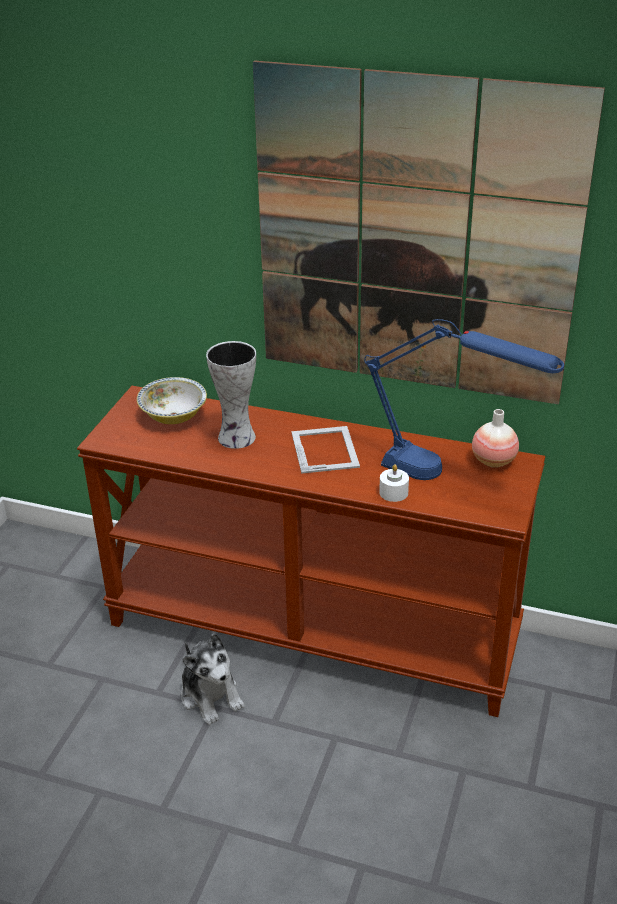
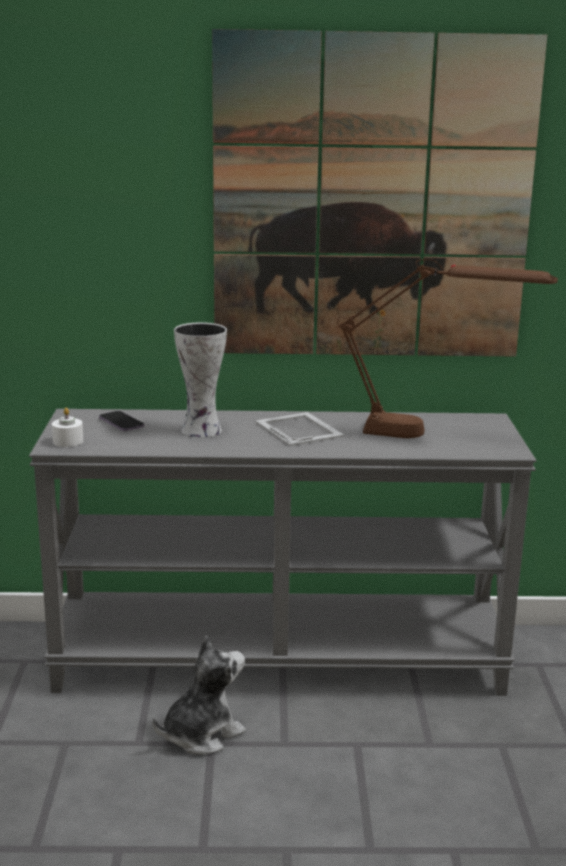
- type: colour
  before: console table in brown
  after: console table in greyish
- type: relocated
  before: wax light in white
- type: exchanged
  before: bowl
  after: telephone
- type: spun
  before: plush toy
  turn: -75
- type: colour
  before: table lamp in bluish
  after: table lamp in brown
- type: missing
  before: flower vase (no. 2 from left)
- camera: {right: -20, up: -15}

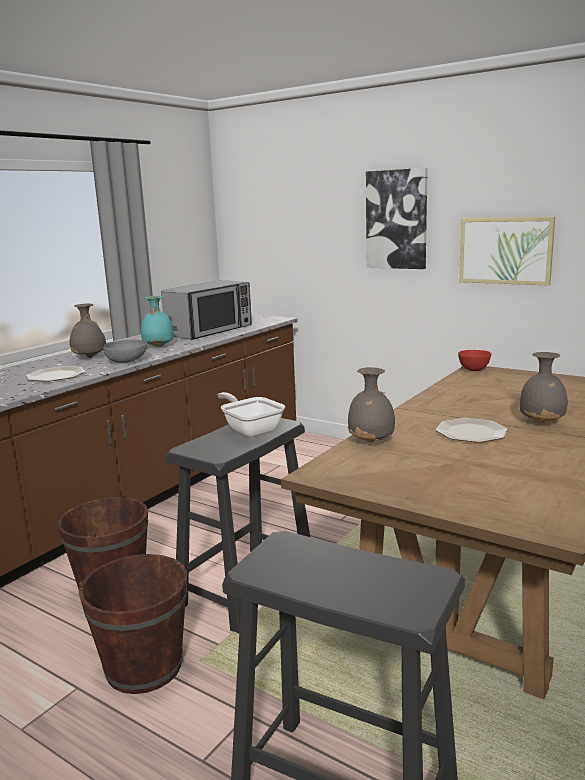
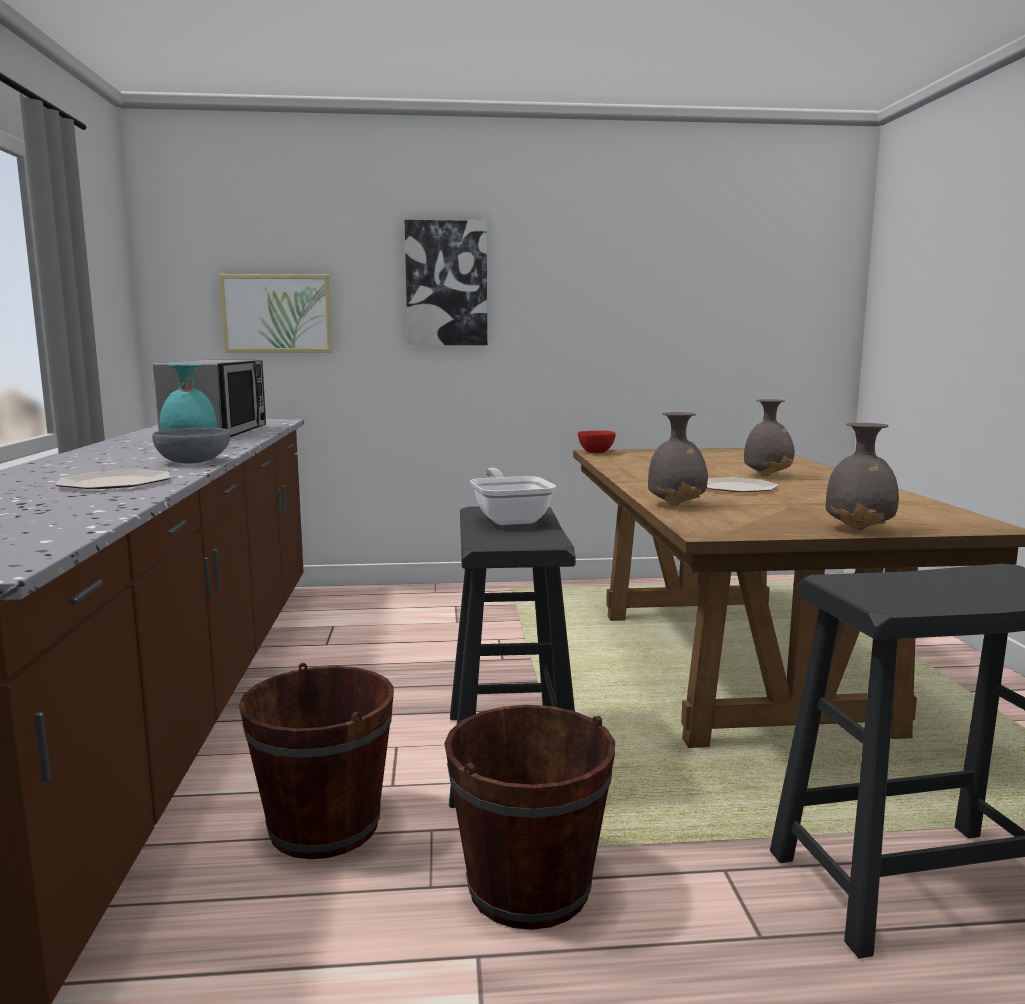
- type: relocated
  before: wall picture (no. 2 from left in the first image)
  after: wall picture (no. 1 from left)
- type: spun
  before: pan
  turn: 60
- type: relocated
  before: flower vase in greyish (no. 1 from left in the first image)
  after: flower vase in greyish (no. 3 from left)
- camera: {right: -40, up: -5}

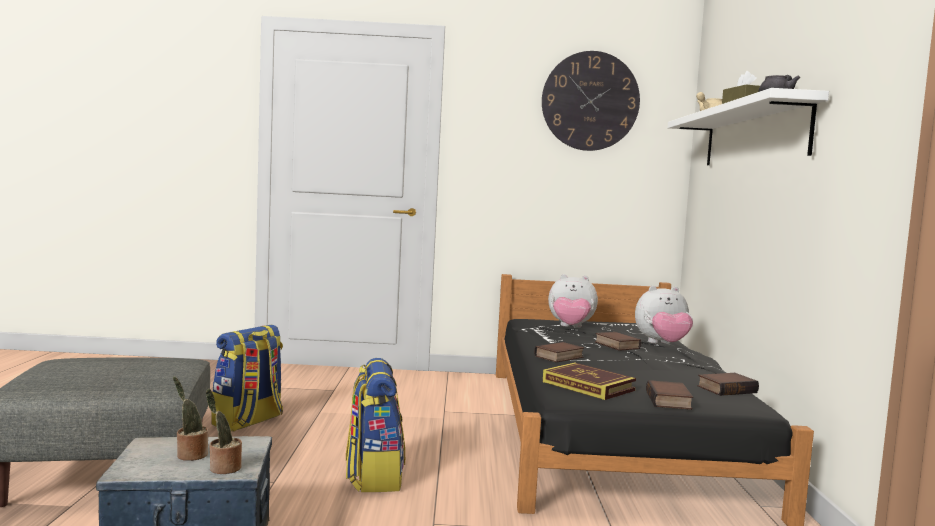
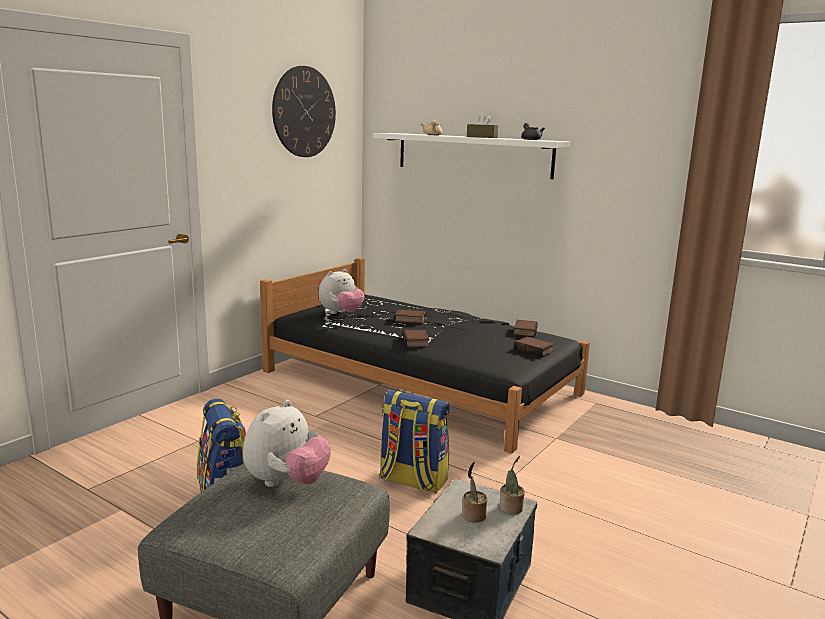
- type: relocated
  before: plush toy (no. 2 from left in the first image)
  after: plush toy (no. 1 from left)
- type: missing
  before: book (no. 2 from left)
- camera: {right: -55, up: 10}

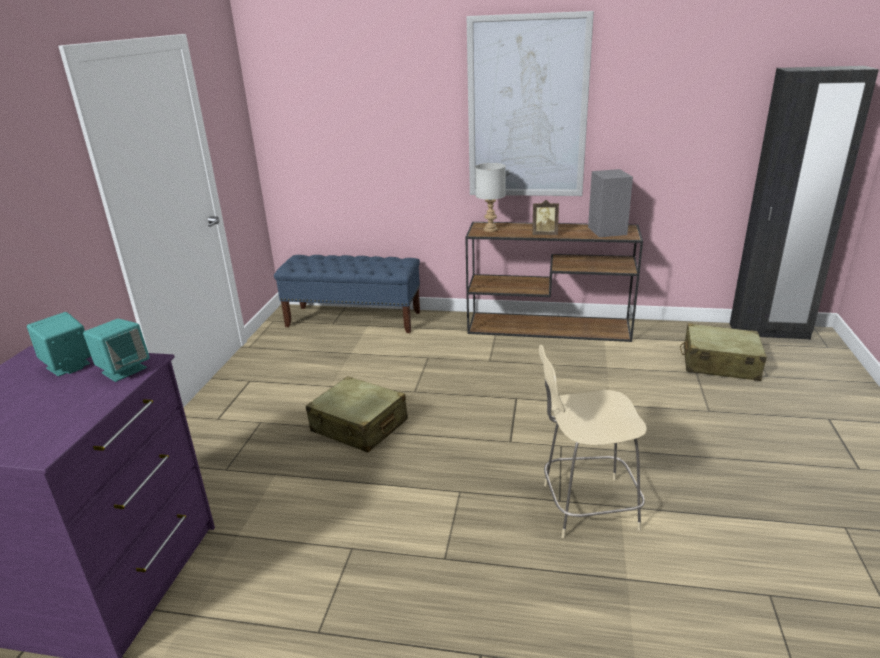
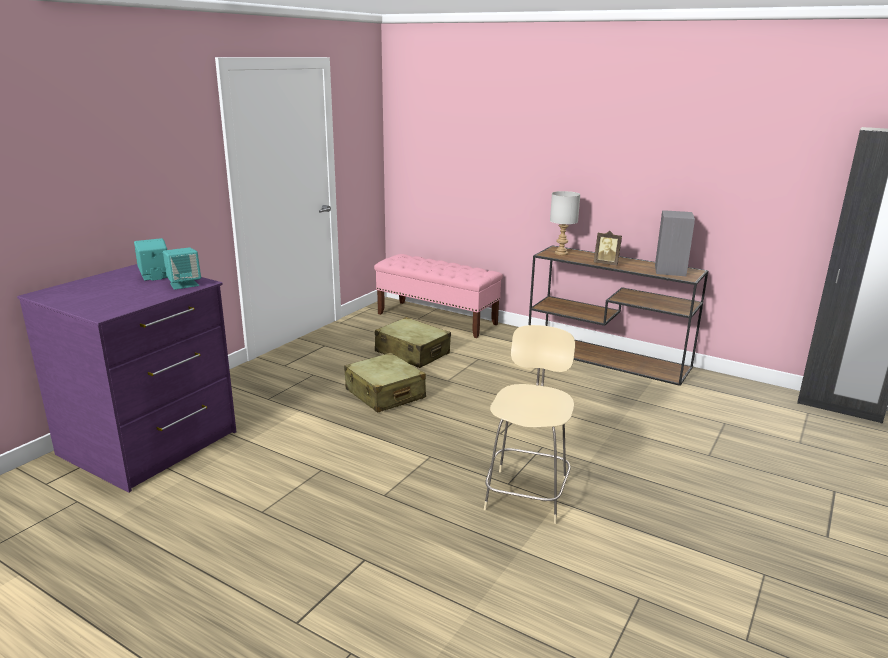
- type: colour
  before: bench in bluish
  after: bench in pinkish
- type: relocated
  before: suitcase in beige (no. 2 from left)
- type: spun
  before: upright chair in beige
  turn: 90
- type: missing
  before: wall picture
- camera: {right: 20, up: -5}

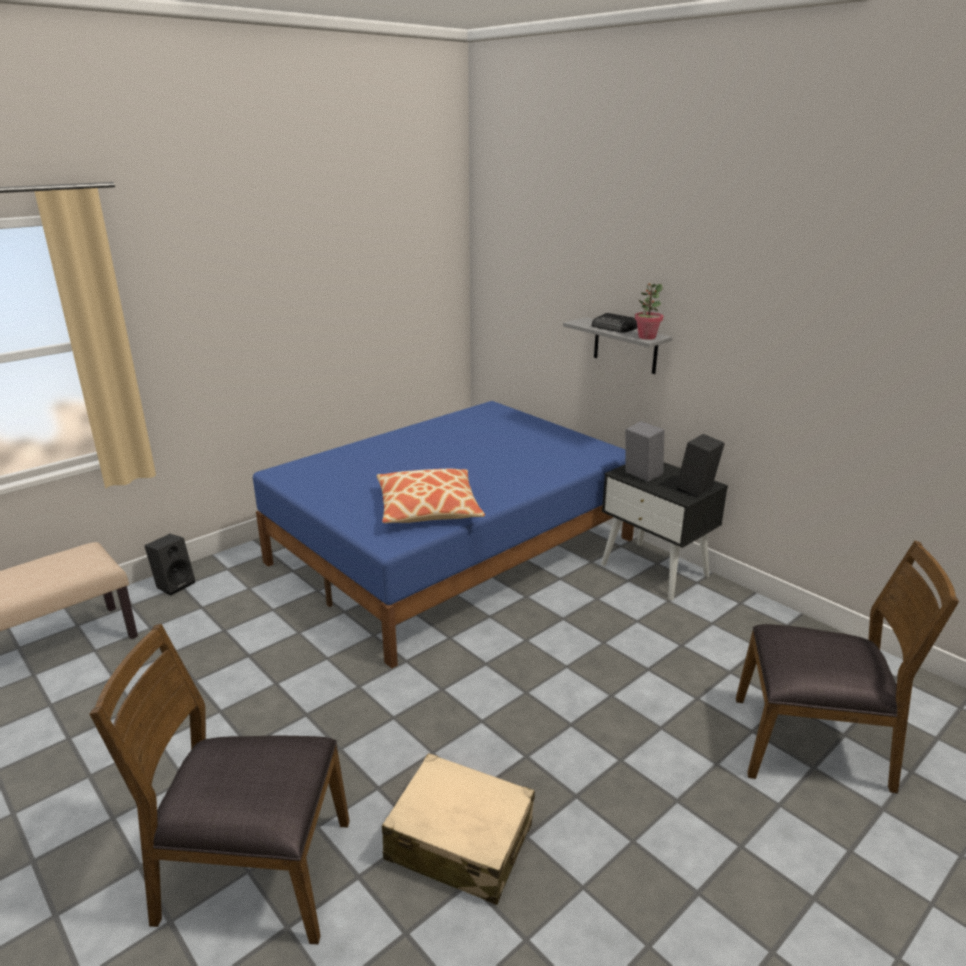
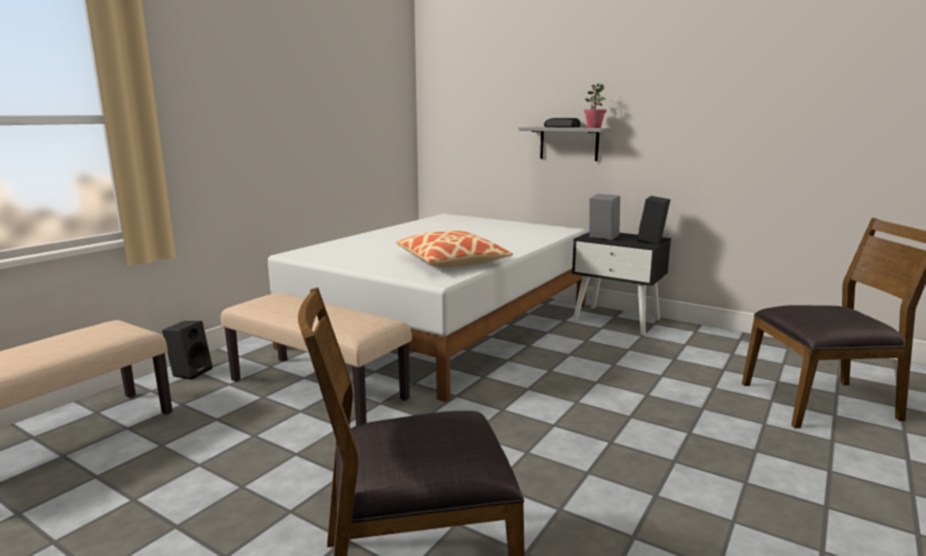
- type: appeared
  after: bench in beige (no. 2 from left)
- type: colour
  before: bed in bluish
  after: bed in white
- type: missing
  before: suitcase in beige
- camera: {right: -15, up: -10}

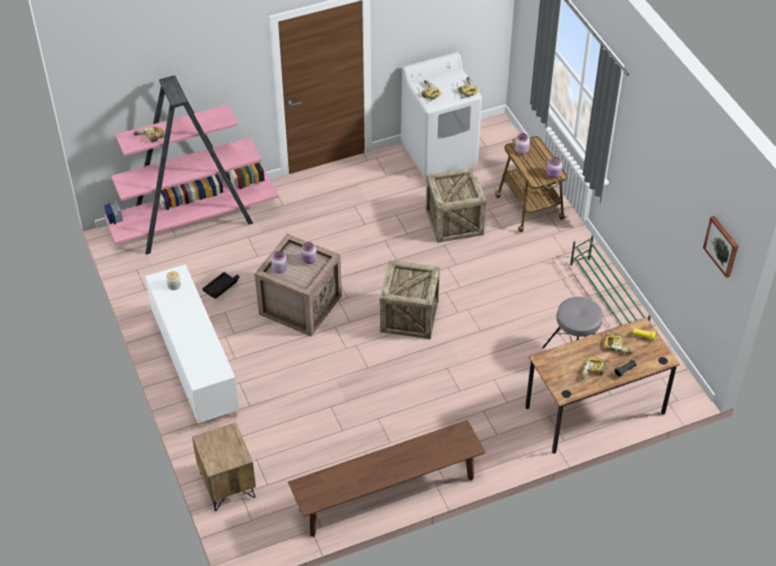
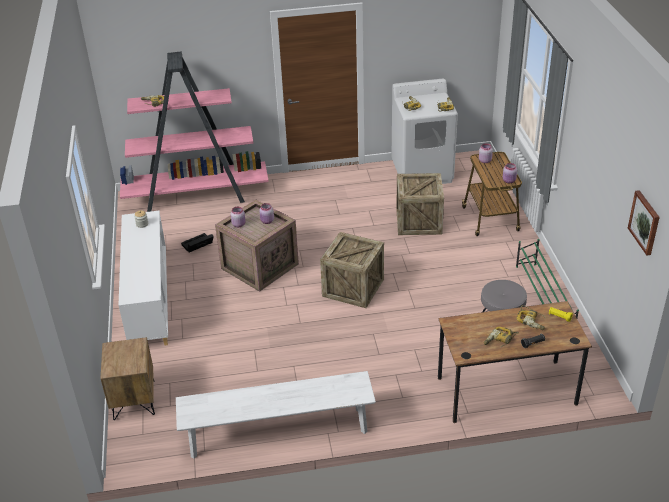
- type: colour
  before: bench in brown
  after: bench in white
- camera: {right: 15, up: -10}

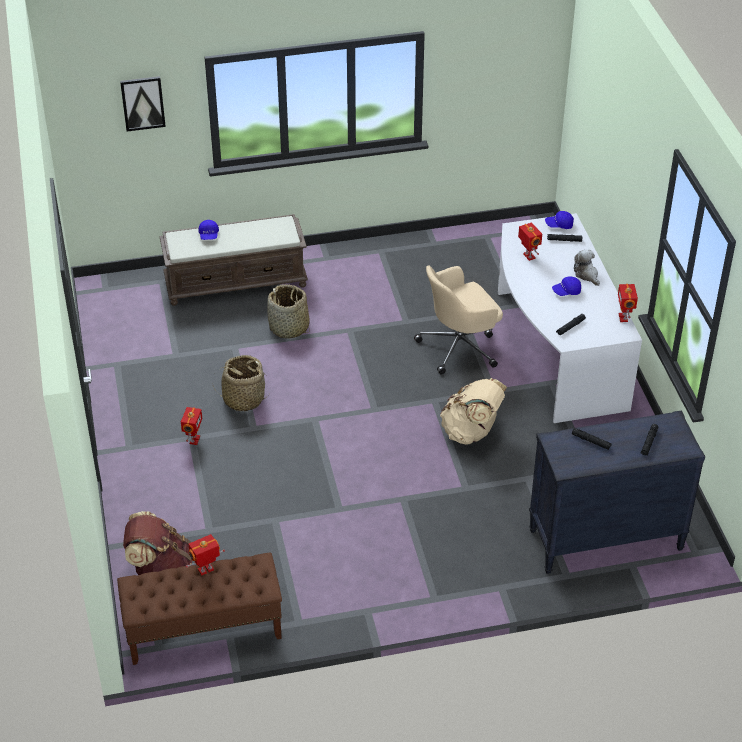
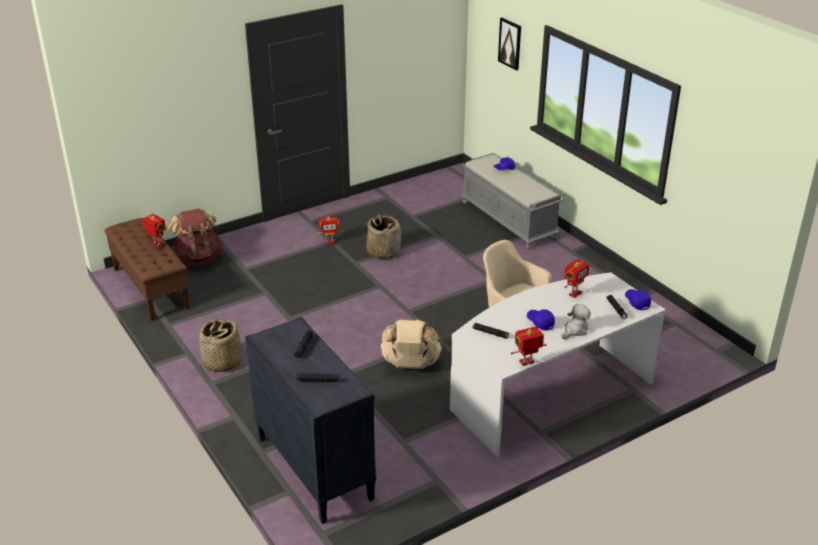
- type: relocated
  before: household basket (no. 2 from left in the first image)
  after: household basket (no. 1 from left)
- type: colour
  before: bench in brown (no. 2 from left)
  after: bench in greyish
- camera: {right: 70, up: -10}

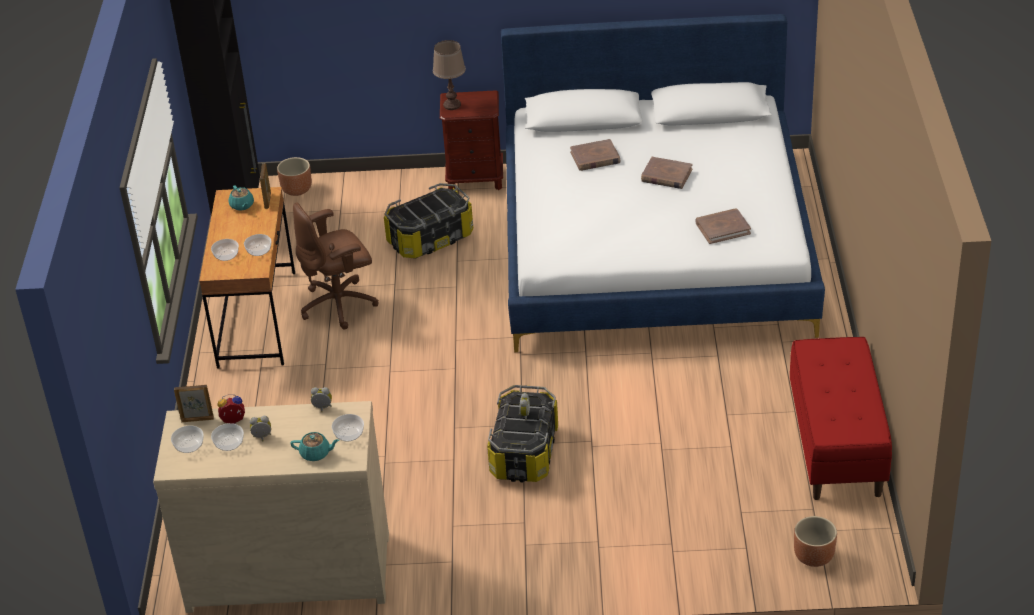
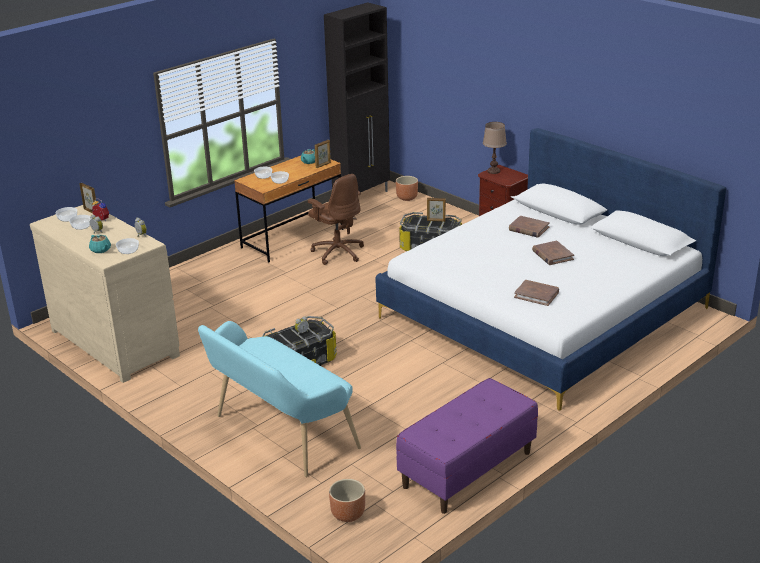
- type: appeared
  after: bench in turquoise
- type: spun
  before: desk chair in brown
  turn: -150
- type: colour
  before: bench in reddish
  after: bench in purple
- type: appeared
  after: picture frame (no. 3 from left)
- camera: {right: 45, up: -10}

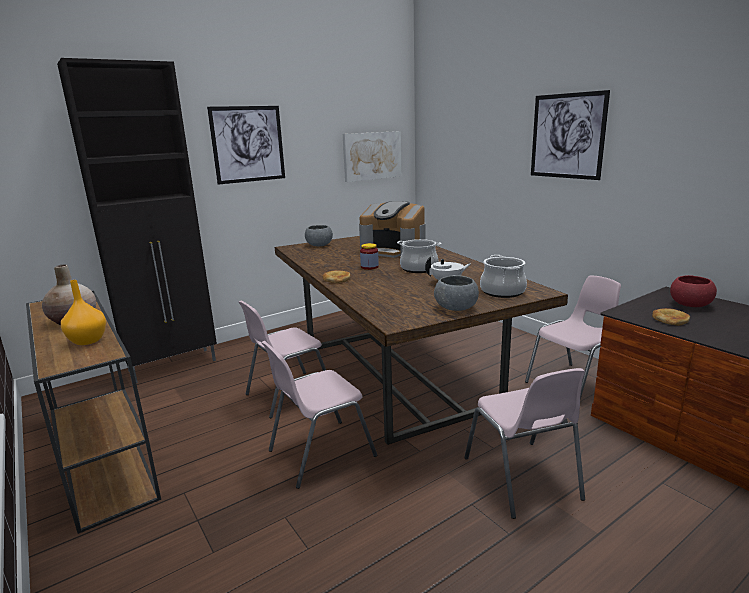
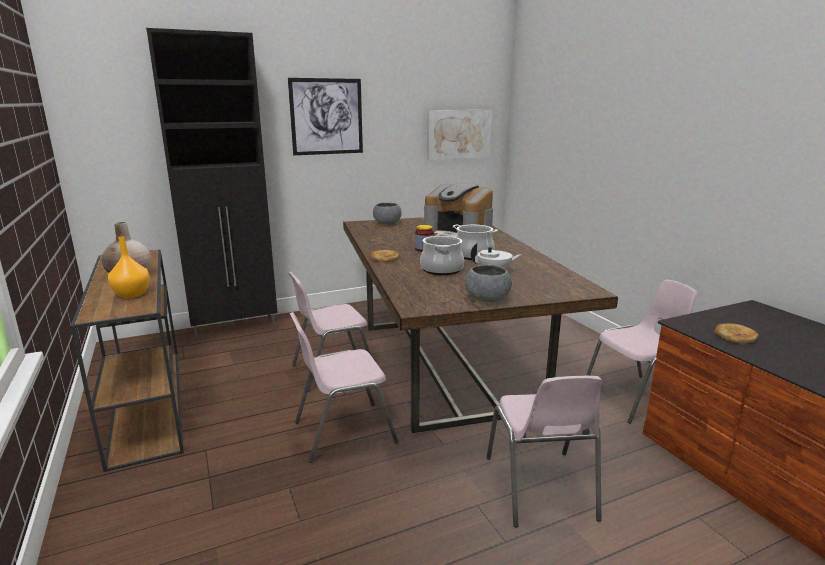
- type: relocated
  before: stockpot (no. 2 from left in the first image)
  after: stockpot (no. 1 from left)
- type: missing
  before: wall picture (no. 3 from left)
- type: missing
  before: bowl in reddish
- camera: {right: 10, up: 0}

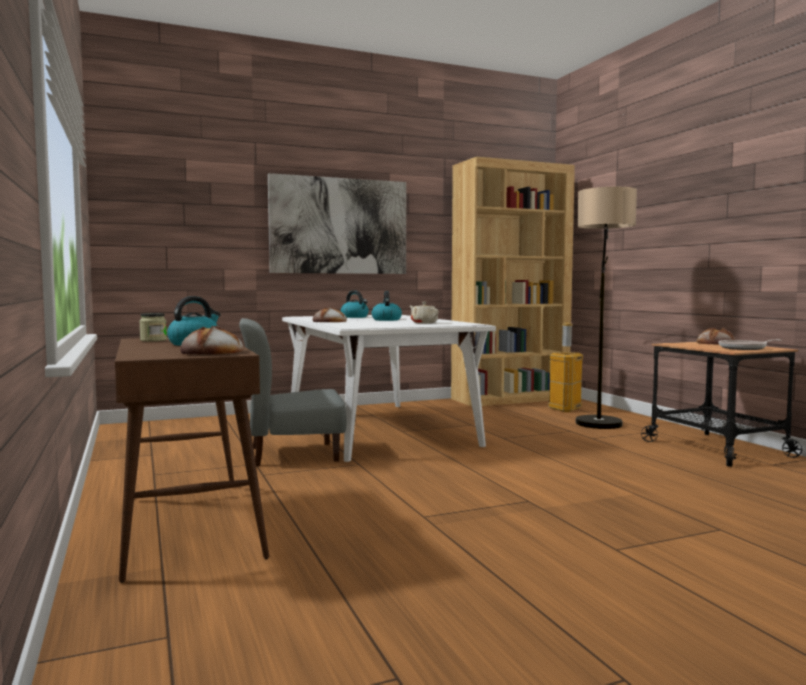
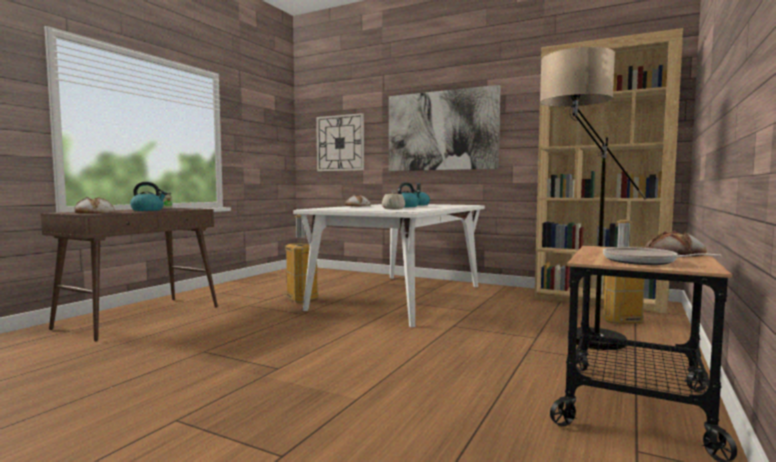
- type: exchanged
  before: upright chair in greyish
  after: waste bin (no. 1 from left)
- type: appeared
  after: clock on the wall
- camera: {right: 50, up: 0}

